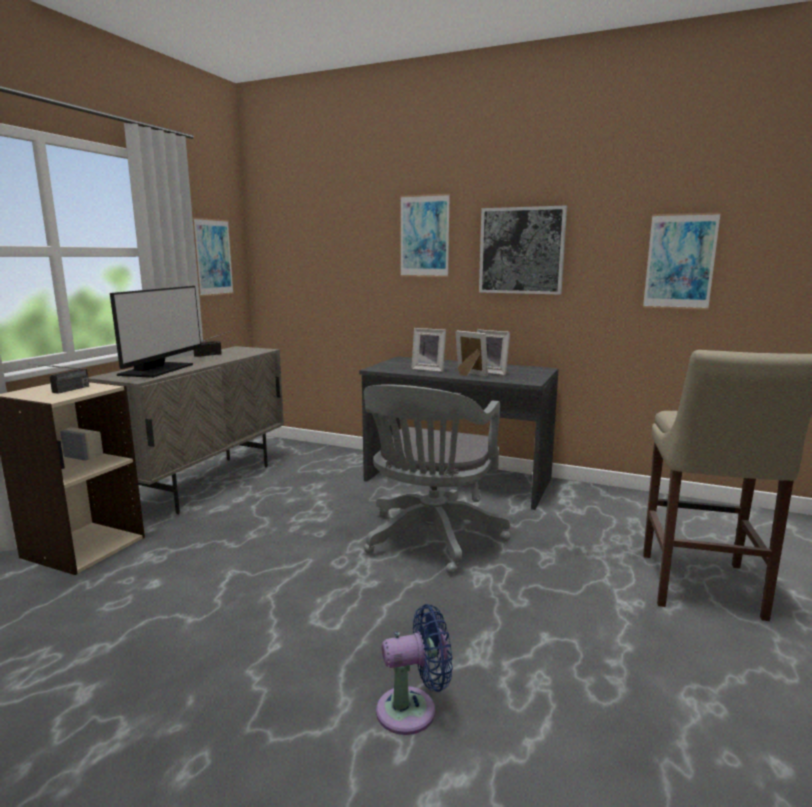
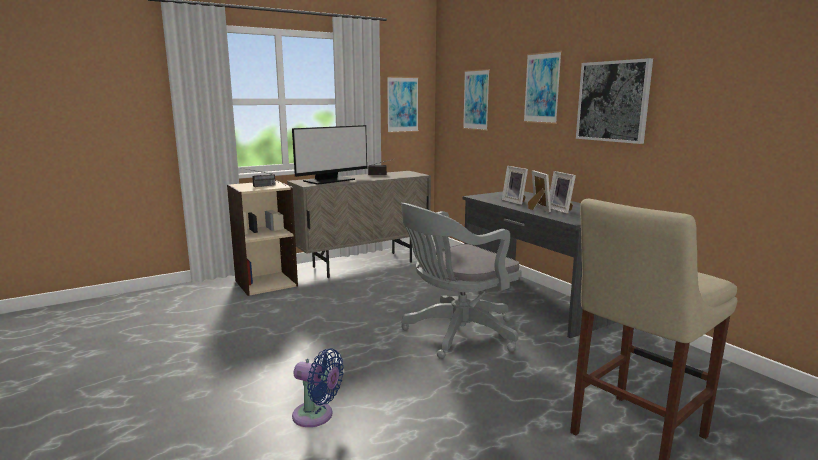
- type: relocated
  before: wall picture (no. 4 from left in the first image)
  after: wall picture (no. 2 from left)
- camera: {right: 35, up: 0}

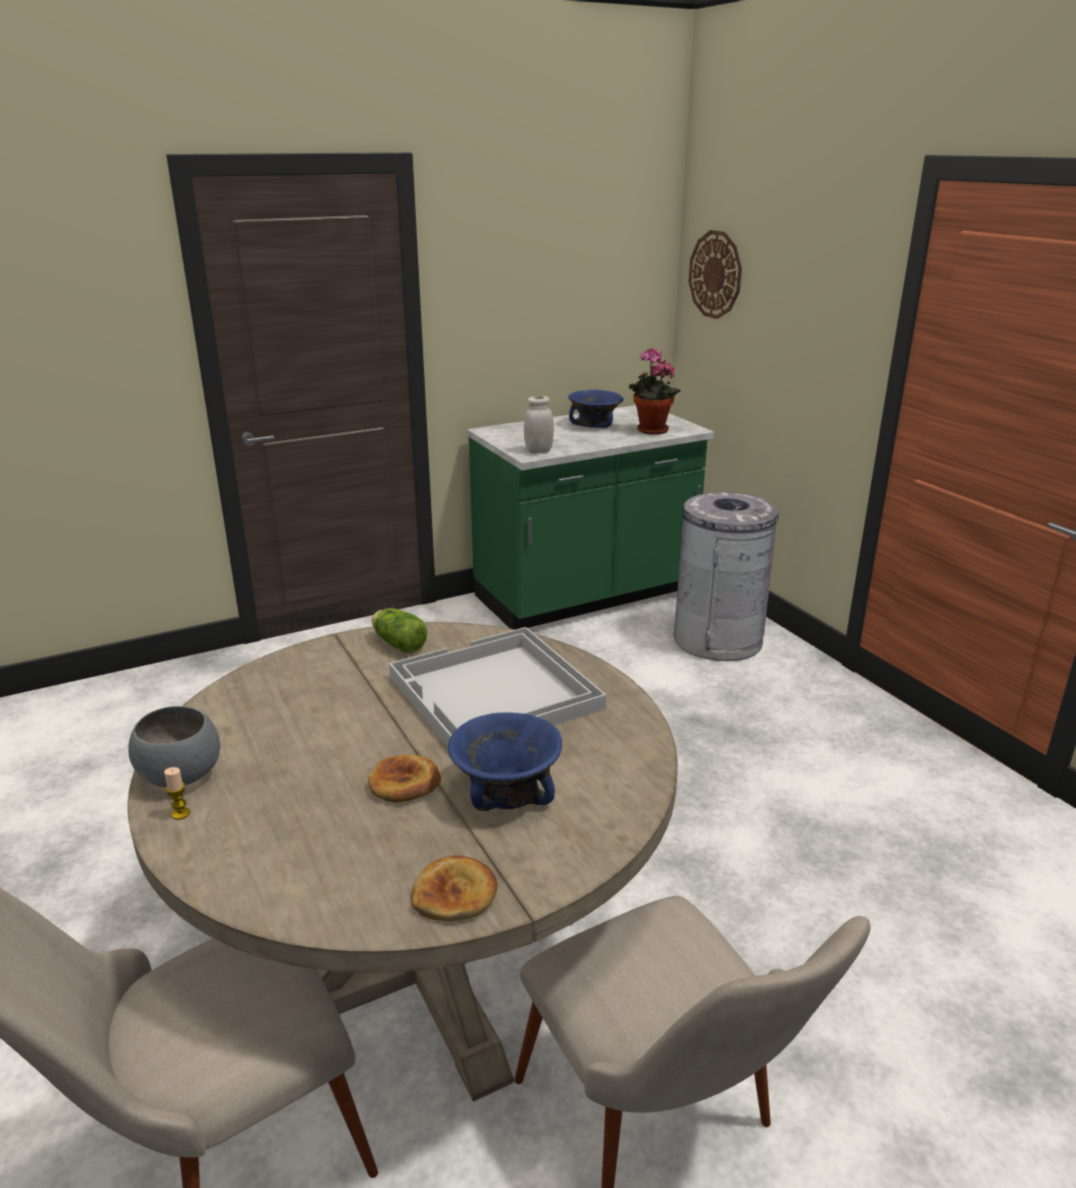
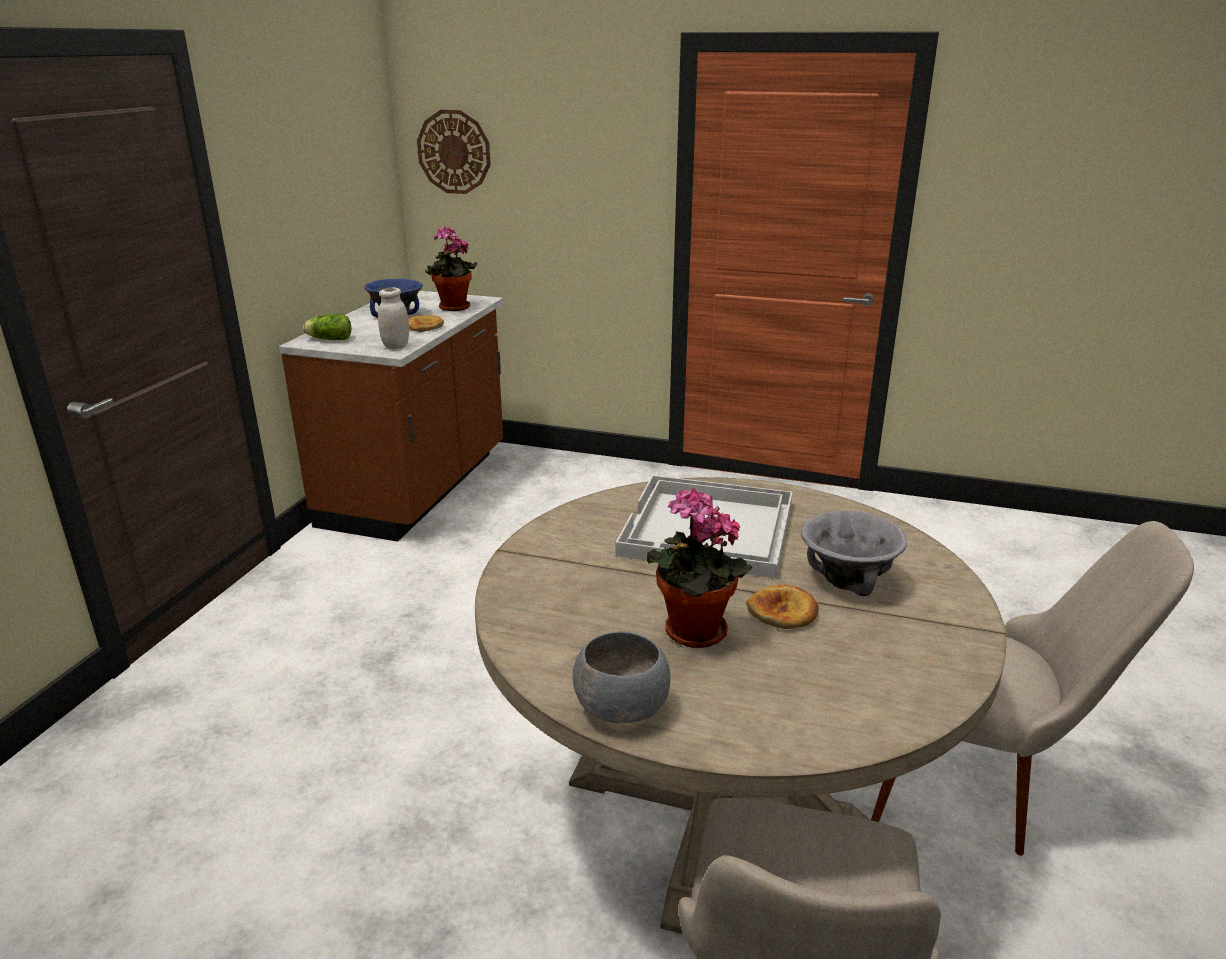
- type: colour
  before: counter in green-coloured
  after: counter in brown
- type: relocated
  before: lettuce head
- type: relocated
  before: baked bread (no. 2 from left in the first image)
  after: baked bread (no. 1 from left)
- type: appeared
  after: houseplant (no. 2 from left)
- type: colour
  before: bowl in bluish (no. 1 from left)
  after: bowl in greyish (no. 2 from left)
- type: missing
  before: wax light
- type: missing
  before: waste bin in greyish
- camera: {right: -45, up: 0}

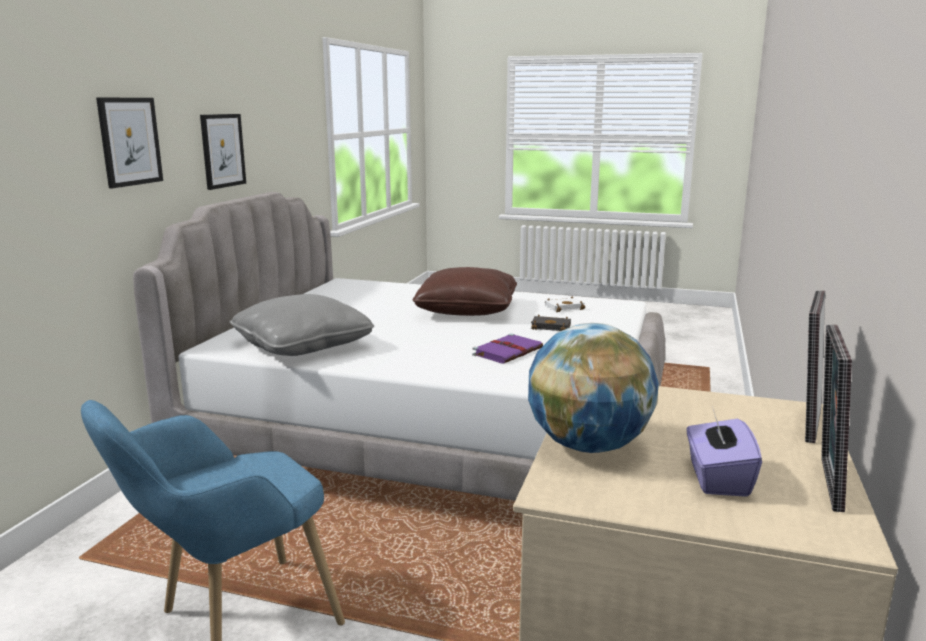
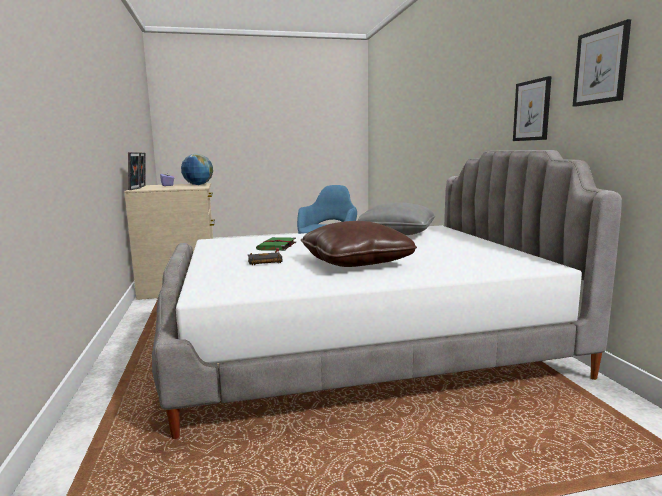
- type: colour
  before: book in purple
  after: book in green-coloured
- type: relocated
  before: wall picture (no. 1 from left in the first image)
  after: wall picture (no. 2 from left)
- type: missing
  before: book in white
- camera: {right: 150, up: -5}

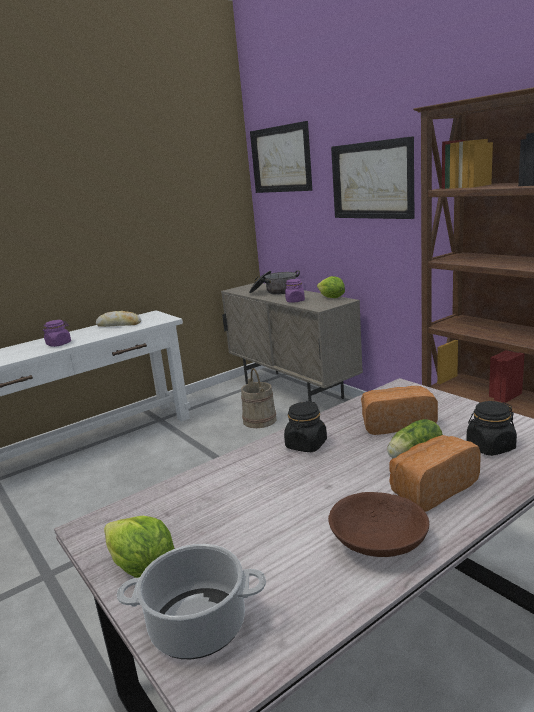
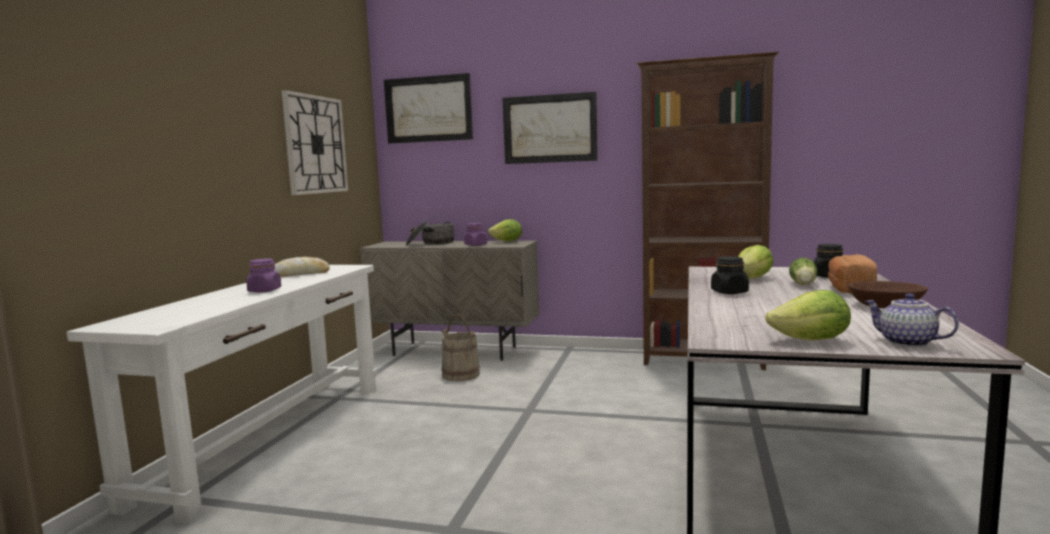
- type: appeared
  after: clock on the wall
- type: exchanged
  before: baked bread (no. 2 from left)
  after: lettuce head (no. 2 from left)
- type: exchanged
  before: stockpot (no. 1 from left)
  after: teapot
- camera: {right: -40, up: -10}

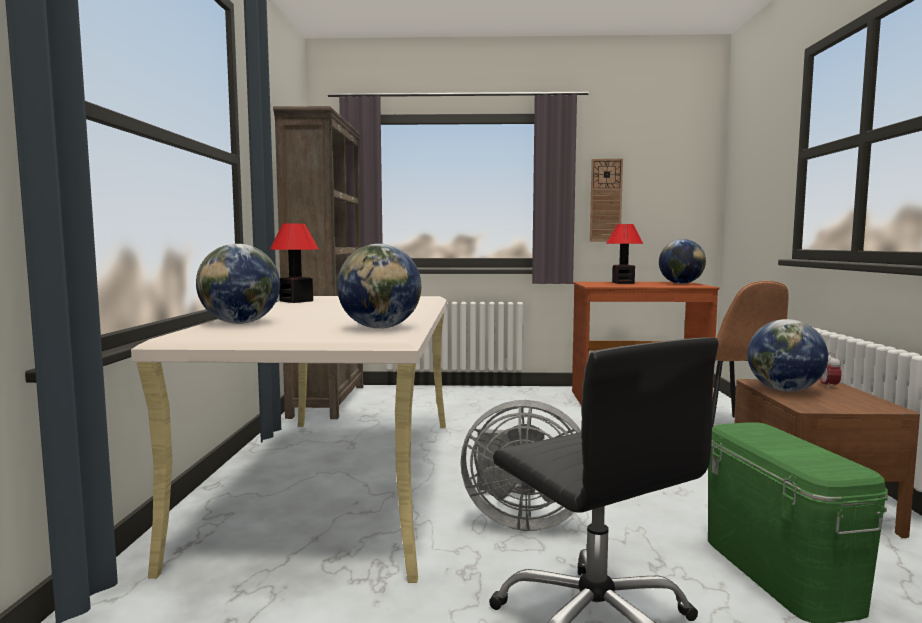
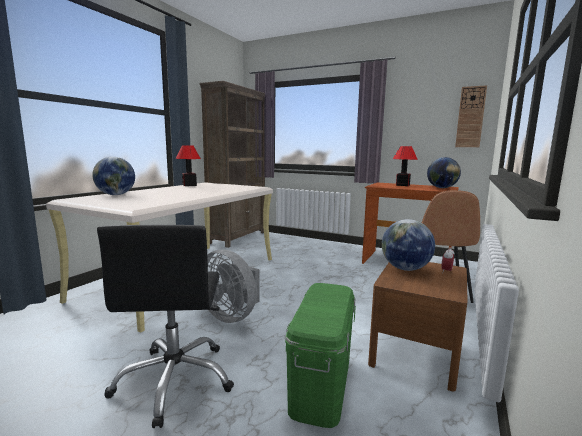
- type: relocated
  before: clock on the wall
- type: missing
  before: desk globe (no. 2 from left)
- camera: {right: 25, up: 5}

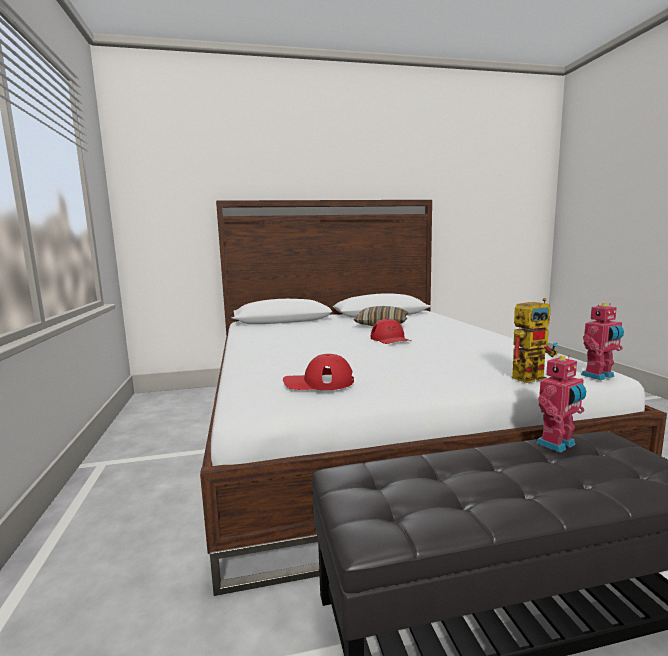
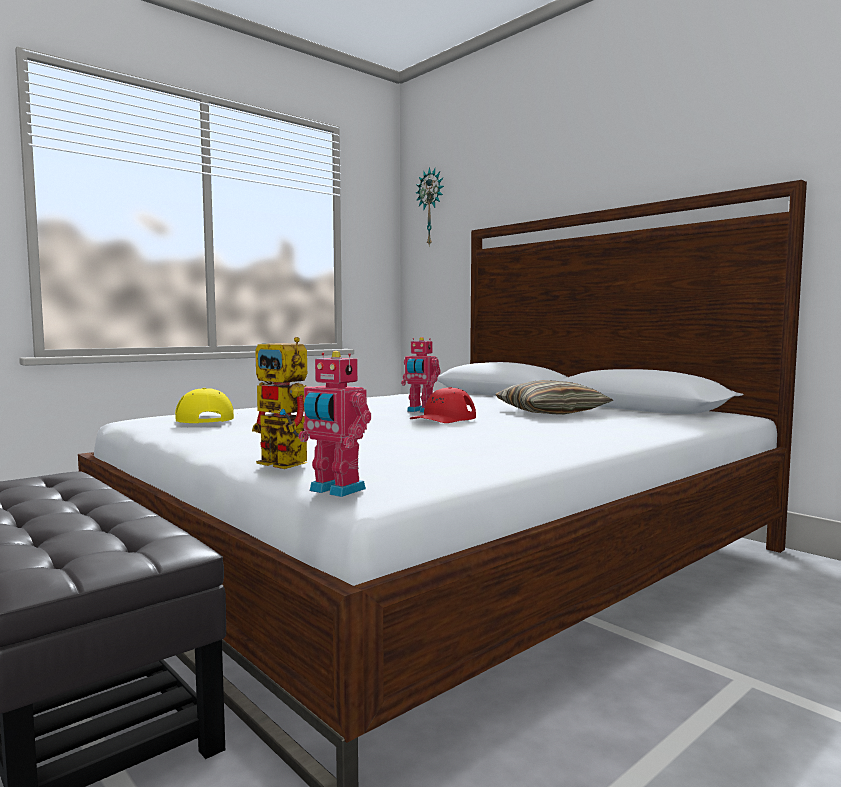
- type: colour
  before: cap in reddish (no. 1 from left)
  after: cap in yellow-coloured
- type: relocated
  before: robot figure (no. 2 from left in the first image)
  after: robot figure (no. 3 from left)
- type: appeared
  after: clock on the wall
- camera: {right: 60, up: -5}

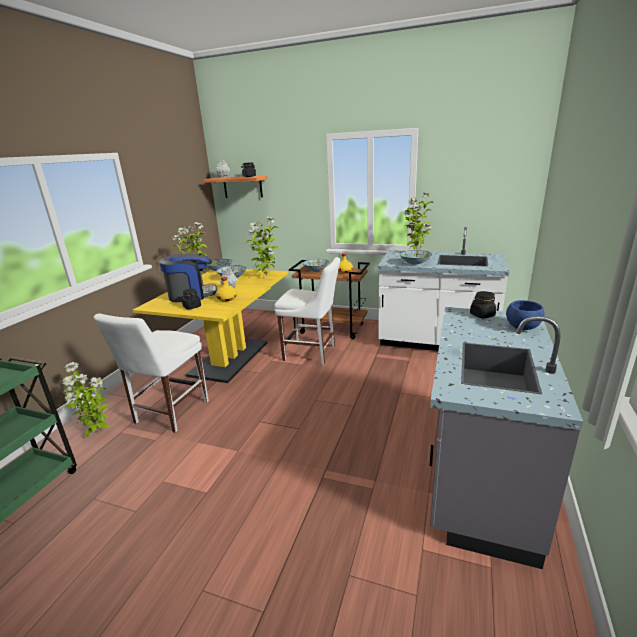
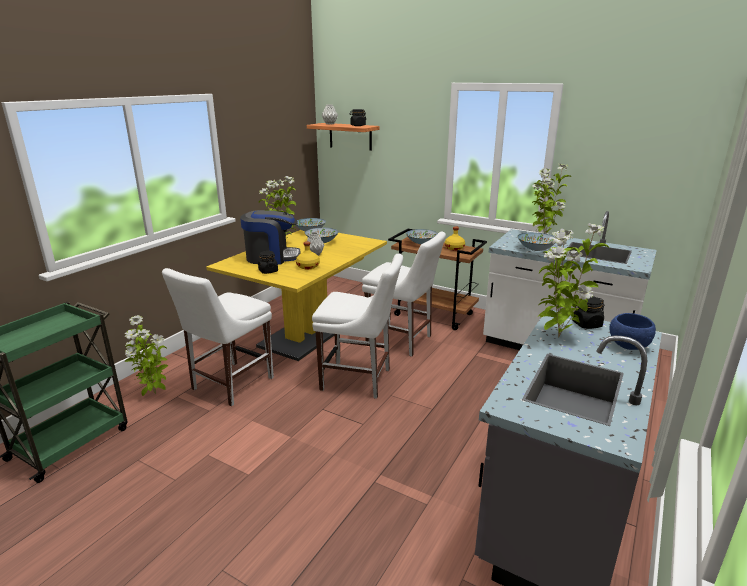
- type: appeared
  after: upright chair in white (no. 2 from left)
- type: relocated
  before: houseplant (no. 3 from left in the first image)
  after: houseplant (no. 4 from left)
- camera: {right: 10, up: 0}

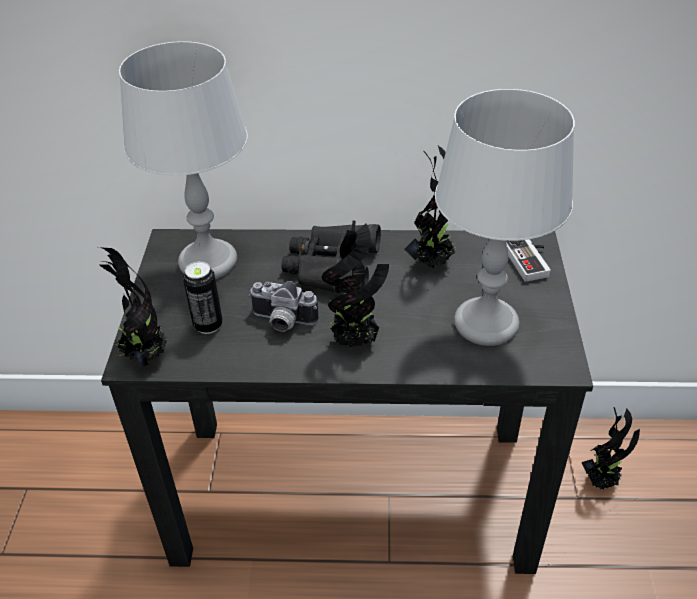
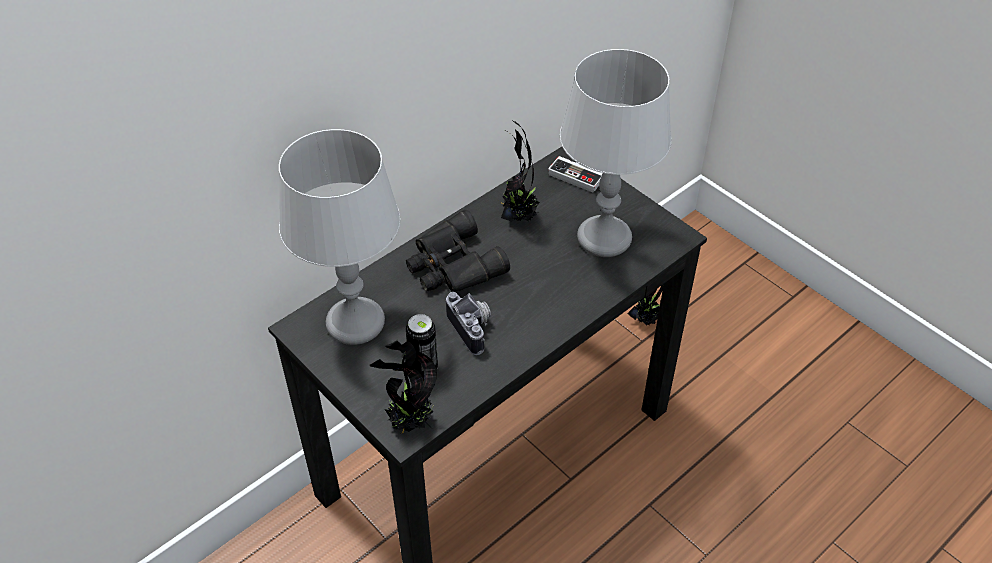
- type: spun
  before: photo camera
  turn: -90
- type: missing
  before: houseplant (no. 2 from left)
- camera: {right: -45, up: 5}

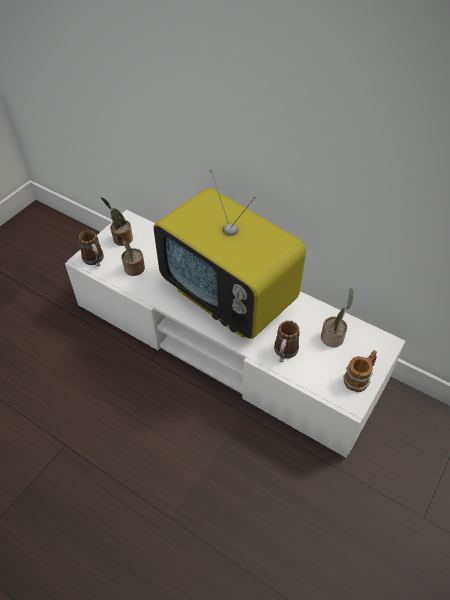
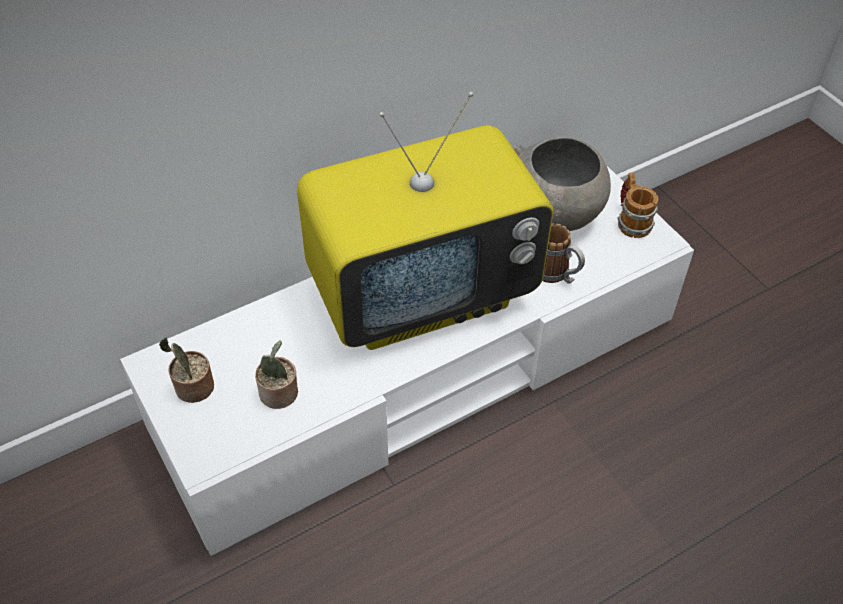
- type: exchanged
  before: houseplant (no. 3 from left)
  after: bowl in greyish
- type: missing
  before: mug (no. 1 from left)
- camera: {right: -65, up: 0}

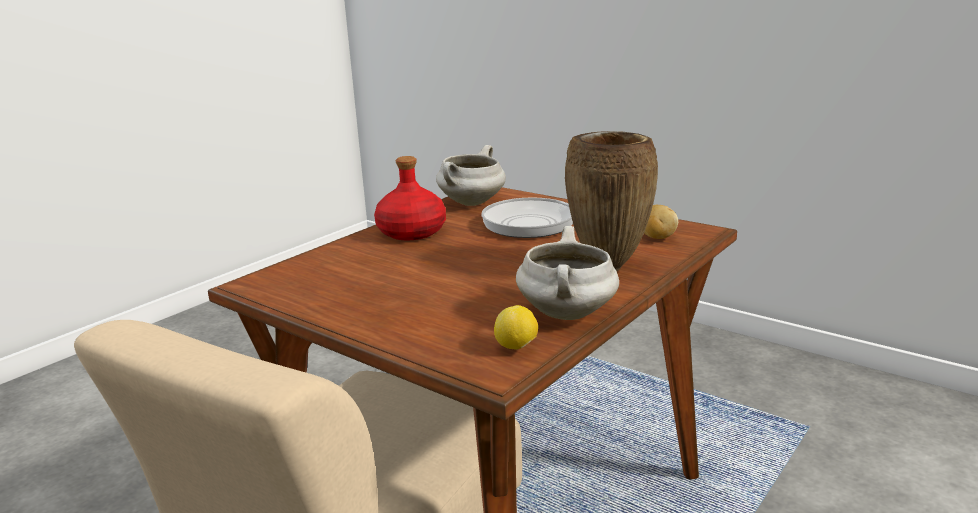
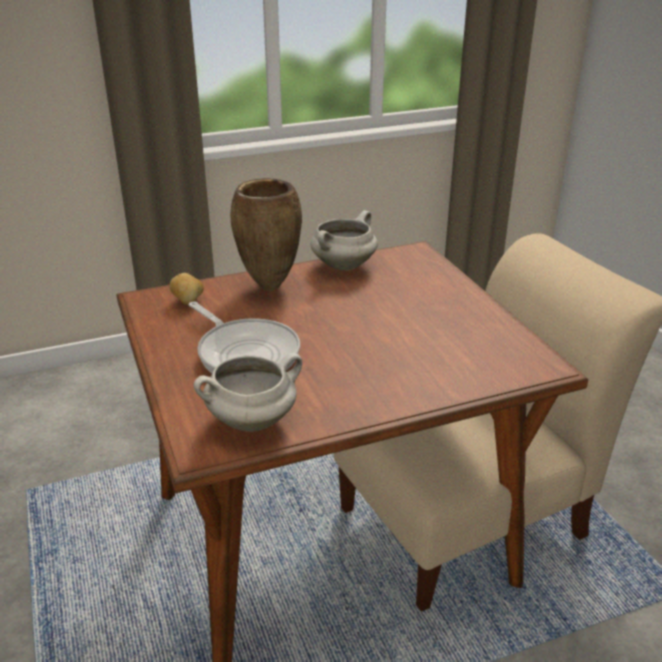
- type: missing
  before: drink bottle in reddish
- type: missing
  before: citrus fruit
- camera: {right: -150, up: 10}

